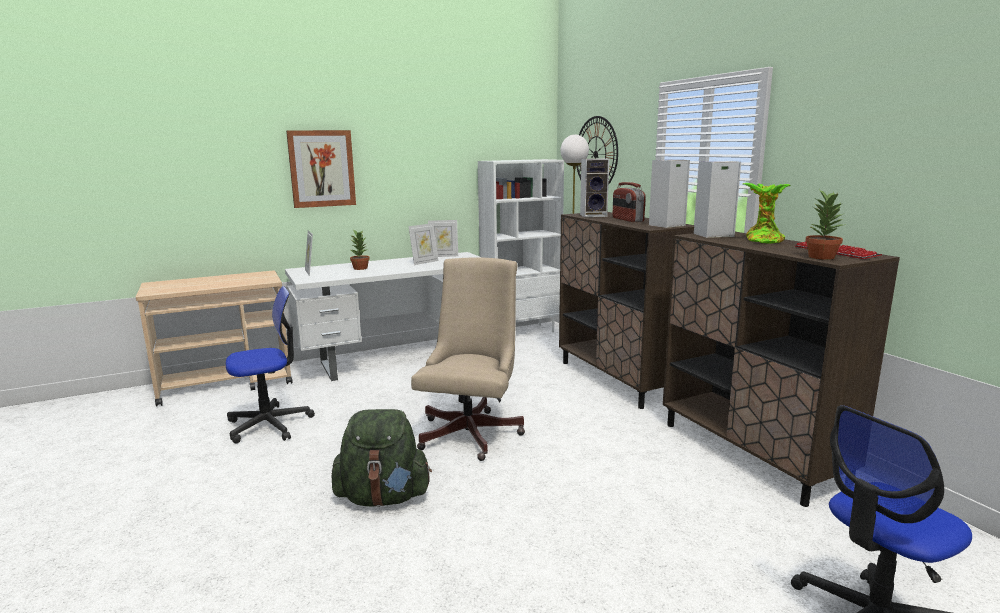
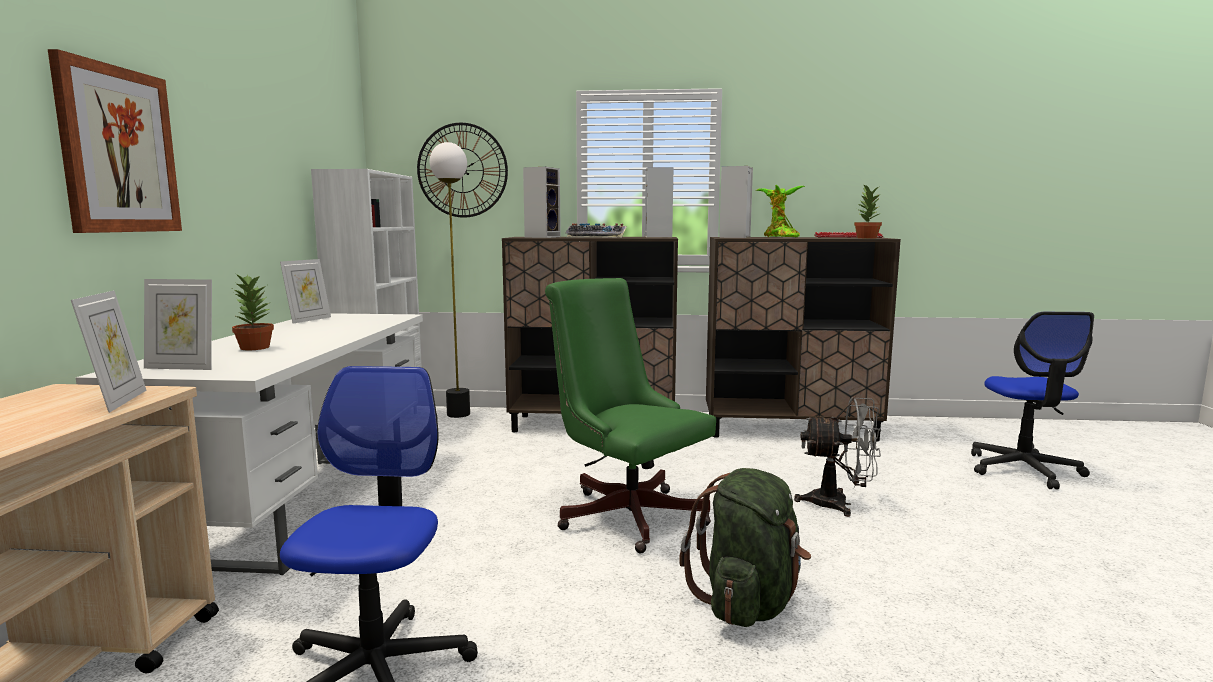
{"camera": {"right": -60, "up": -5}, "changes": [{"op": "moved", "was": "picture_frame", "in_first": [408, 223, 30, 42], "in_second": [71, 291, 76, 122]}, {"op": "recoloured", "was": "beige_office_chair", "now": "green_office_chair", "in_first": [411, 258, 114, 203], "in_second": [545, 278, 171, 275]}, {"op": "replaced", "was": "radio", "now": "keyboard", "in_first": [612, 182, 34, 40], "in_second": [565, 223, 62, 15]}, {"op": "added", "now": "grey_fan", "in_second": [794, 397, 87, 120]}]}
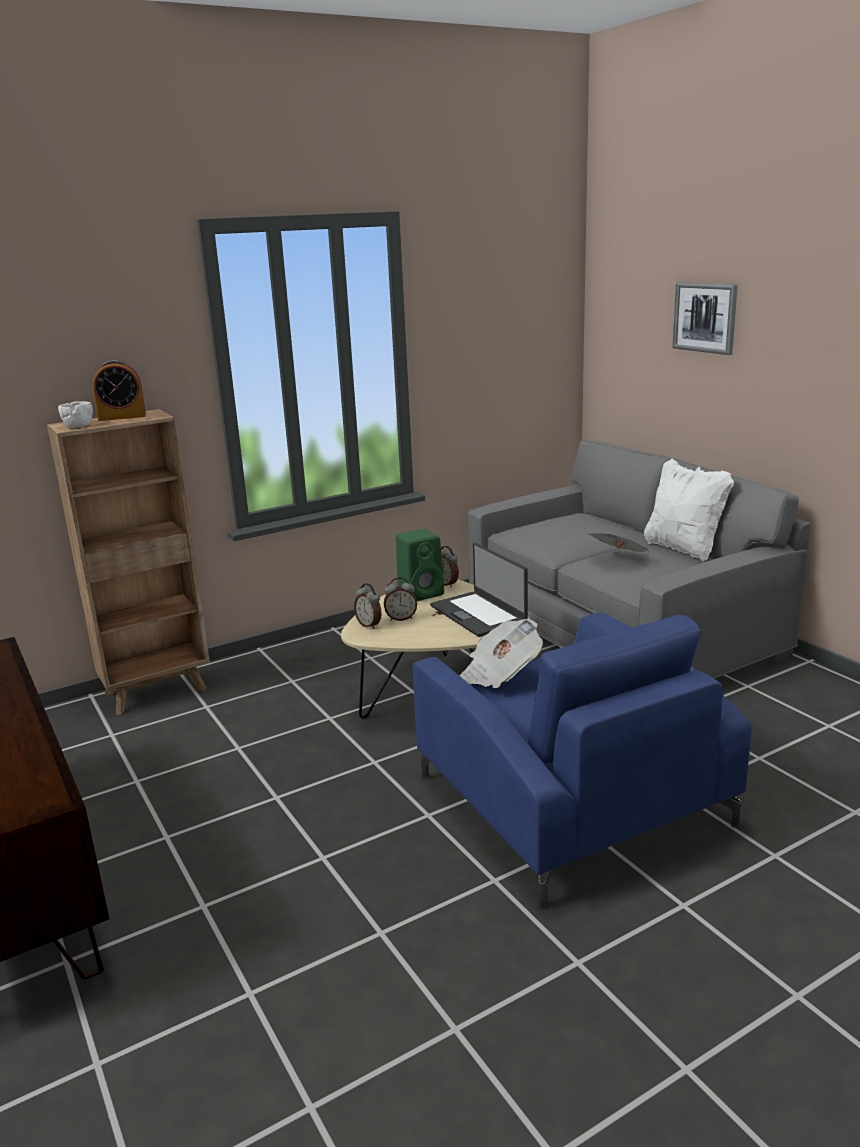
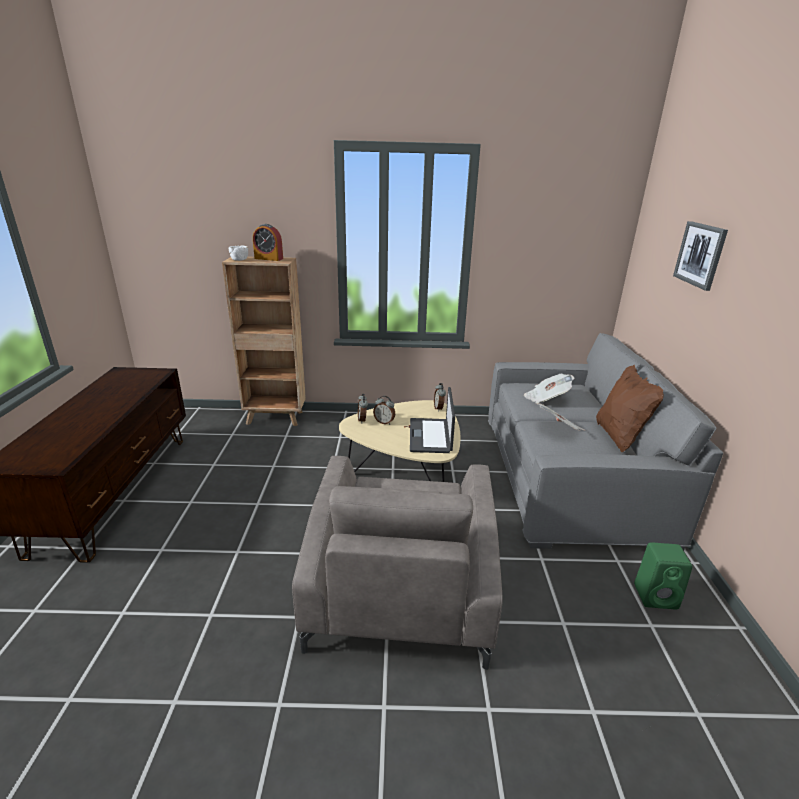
{"camera": {"right": 30, "up": 5}, "changes": [{"op": "recoloured", "was": "blue_armchair", "now": "grey_armchair", "in_first": [413, 612, 338, 297], "in_second": [292, 456, 211, 214]}, {"op": "moved", "was": "newspaper", "in_first": [460, 619, 83, 69], "in_second": [524, 373, 51, 31]}, {"op": "recoloured", "was": "white_pillow", "now": "brown_pillow", "in_first": [644, 459, 90, 102], "in_second": [596, 365, 68, 87]}, {"op": "moved", "was": "green_speaker", "in_first": [396, 529, 48, 72], "in_second": [634, 542, 58, 67]}]}
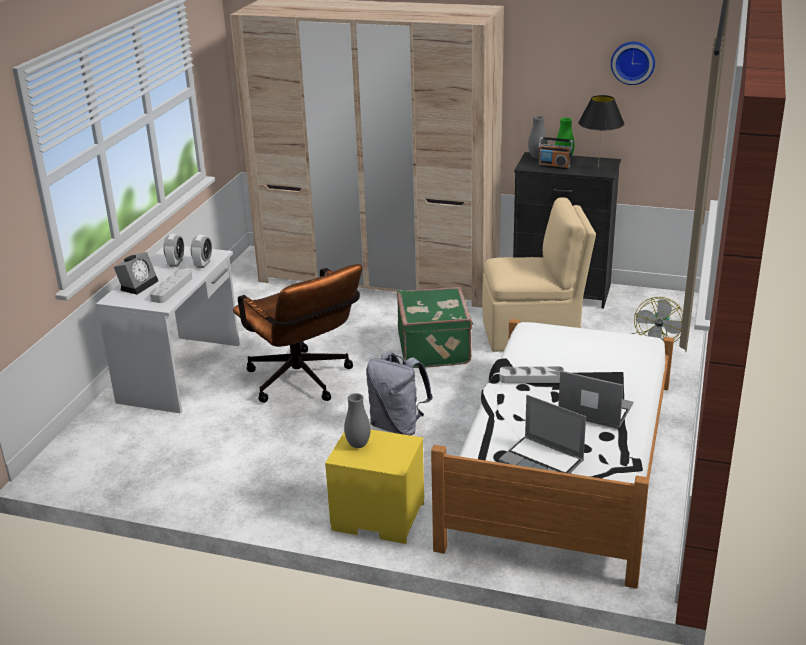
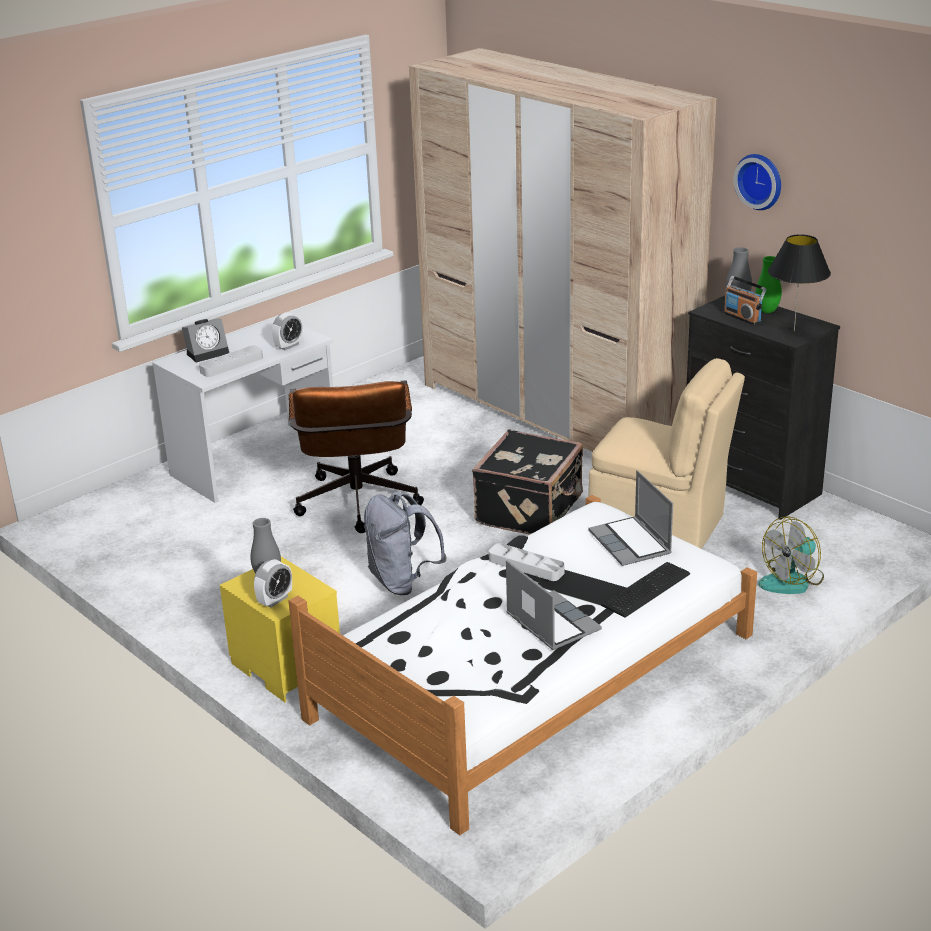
{"camera": {"right": 30, "up": 0}, "changes": [{"op": "moved", "was": "alarm_clock", "in_first": [163, 234, 21, 33], "in_second": [254, 559, 38, 48]}, {"op": "recoloured", "was": "green_suitcase", "now": "black_suitcase", "in_first": [397, 287, 76, 81], "in_second": [472, 429, 111, 105]}, {"op": "moved", "was": "laptop", "in_first": [499, 395, 87, 79], "in_second": [589, 470, 84, 96]}, {"op": "added", "now": "keyboard", "in_second": [601, 562, 89, 56]}, {"op": "moved", "was": "wall_clock", "in_first": [611, 42, 44, 43], "in_second": [734, 154, 47, 56]}]}
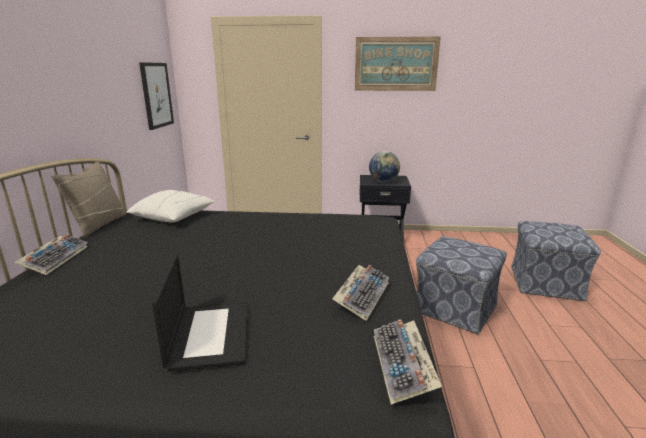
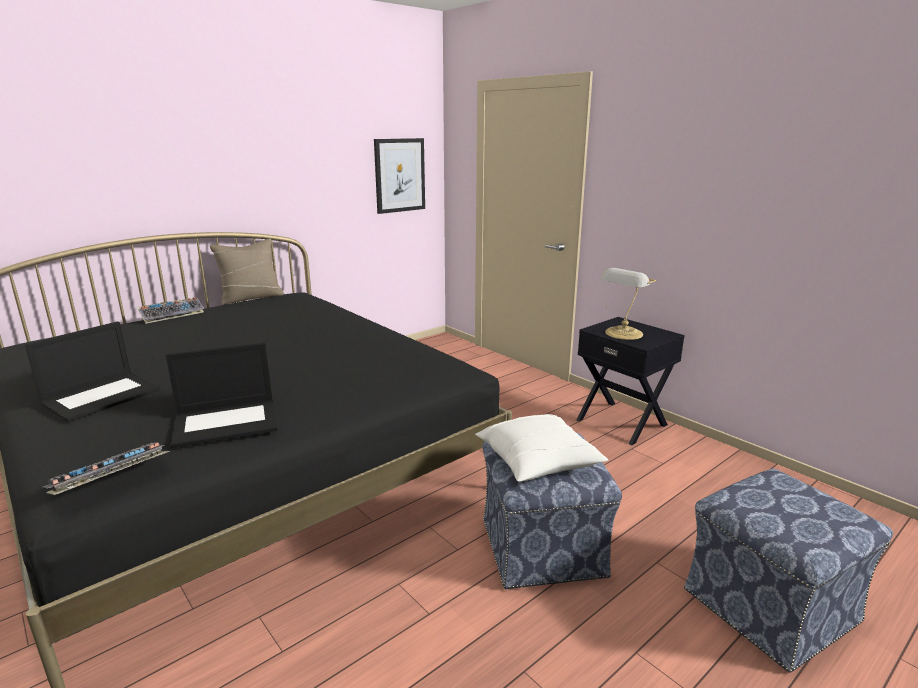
{"camera": {"right": 45, "up": 0}, "changes": [{"op": "replaced", "was": "keyboard", "now": "laptop", "in_first": [332, 265, 57, 56], "in_second": [166, 342, 112, 106]}, {"op": "moved", "was": "white_pillow", "in_first": [126, 190, 89, 33], "in_second": [475, 414, 133, 68]}, {"op": "replaced", "was": "globe", "now": "table_lamp", "in_first": [369, 151, 31, 32], "in_second": [600, 268, 56, 72]}, {"op": "removed", "was": "picture", "in_first": [355, 36, 86, 55]}]}
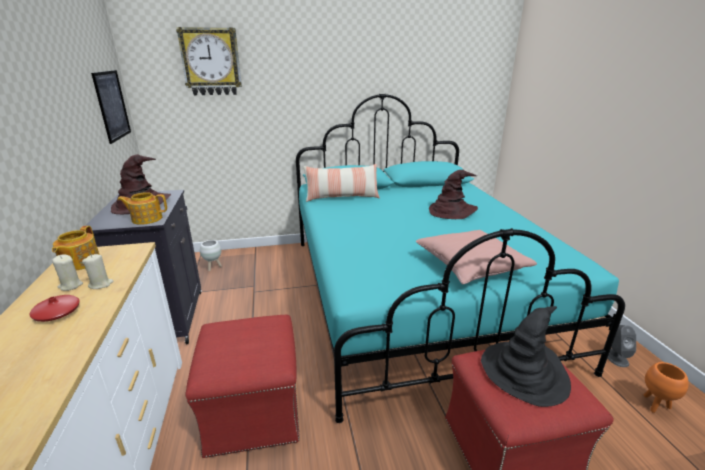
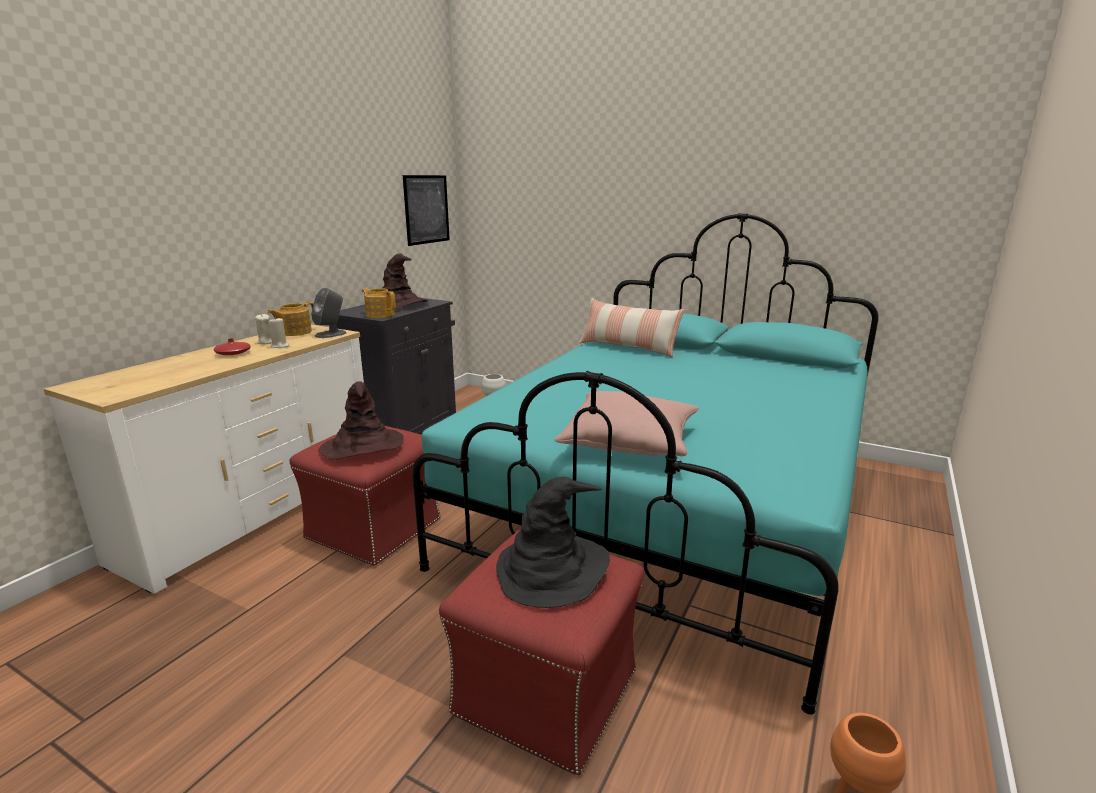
{"camera": {"right": 40, "up": -5}, "changes": [{"op": "moved", "was": "grey_speaker", "in_first": [608, 325, 28, 42], "in_second": [311, 288, 36, 50]}, {"op": "moved", "was": "brown_hat", "in_first": [429, 170, 49, 49], "in_second": [318, 381, 86, 79]}, {"op": "removed", "was": "wall_clock", "in_first": [176, 27, 66, 68]}]}
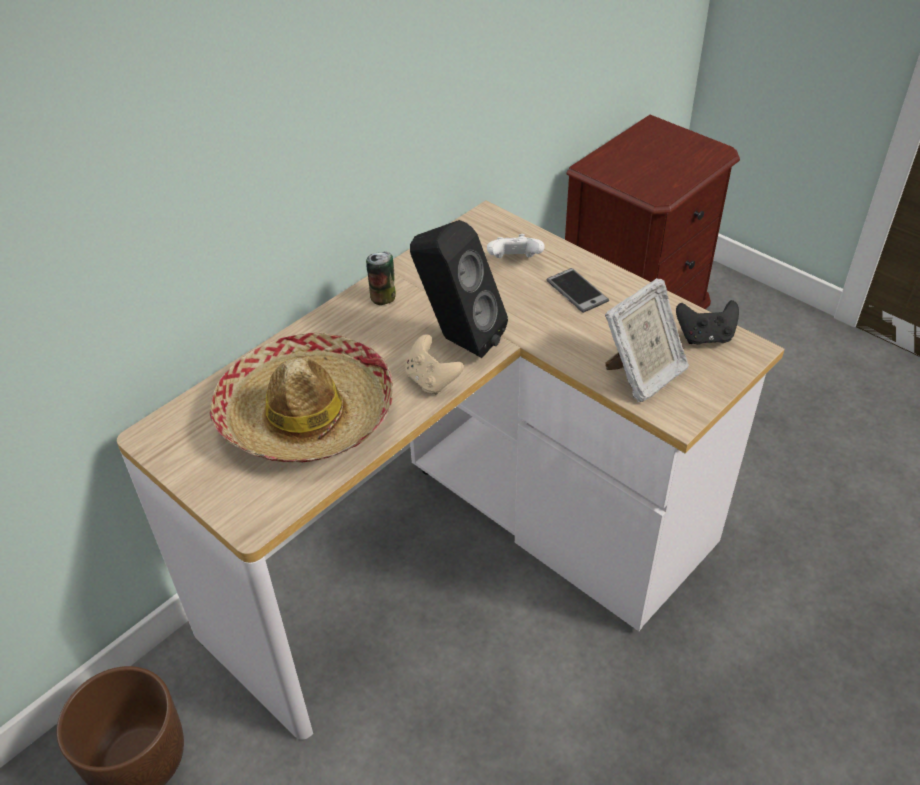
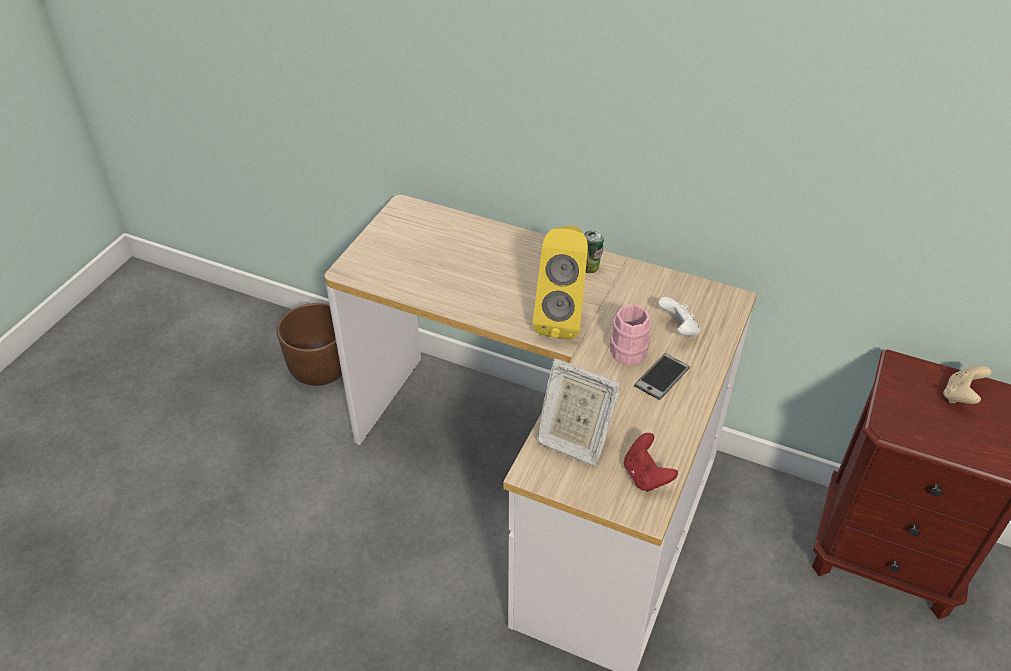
{"camera": {"right": 70, "up": 0}, "changes": [{"op": "recoloured", "was": "black_speaker", "now": "yellow_speaker", "in_first": [410, 220, 98, 138], "in_second": [533, 225, 55, 115]}, {"op": "added", "now": "pink_mug", "in_second": [610, 304, 41, 62]}, {"op": "recoloured", "was": "black_game_controller", "now": "red_game_controller", "in_first": [676, 300, 63, 45], "in_second": [624, 433, 54, 59]}, {"op": "moved", "was": "beige_game_controller", "in_first": [405, 334, 59, 61], "in_second": [943, 366, 49, 38]}, {"op": "removed", "was": "hat", "in_first": [210, 333, 183, 130]}]}
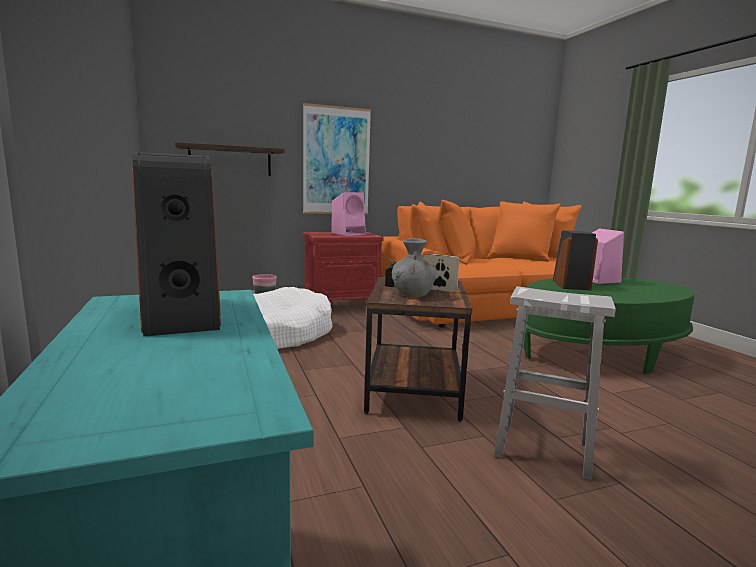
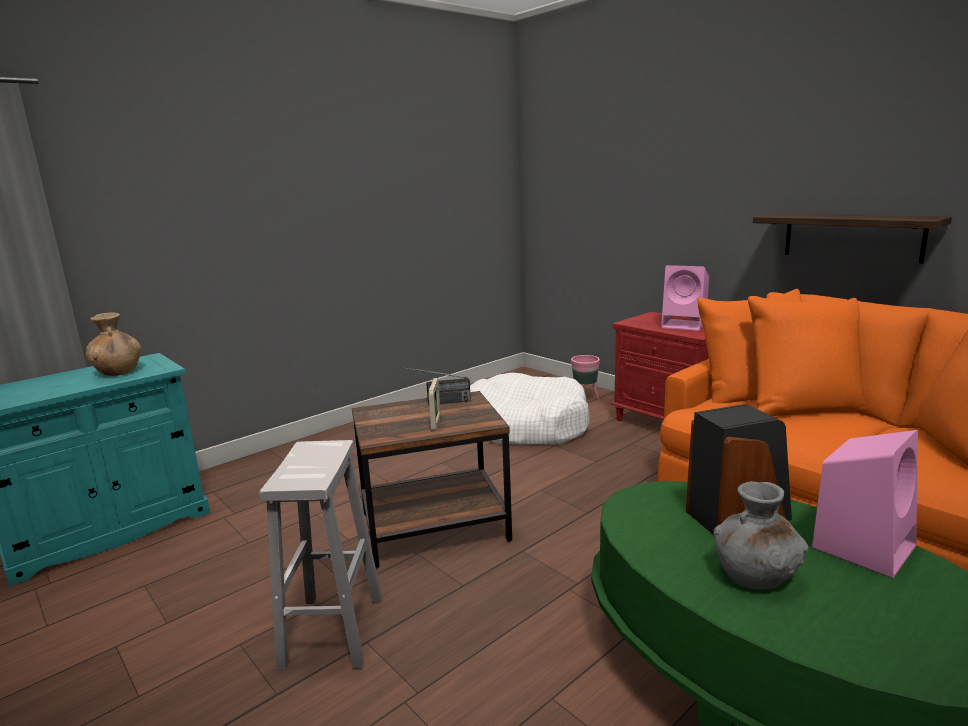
{"camera": {"right": 70, "up": 5}, "changes": [{"op": "replaced", "was": "speaker", "now": "brown_vase", "in_first": [132, 152, 89, 185], "in_second": [86, 313, 55, 63]}, {"op": "moved", "was": "grey_vase", "in_first": [392, 238, 44, 59], "in_second": [713, 481, 95, 109]}, {"op": "moved", "was": "shelf", "in_first": [175, 142, 110, 34], "in_second": [753, 213, 199, 51]}, {"op": "removed", "was": "picture", "in_first": [303, 103, 68, 111]}]}
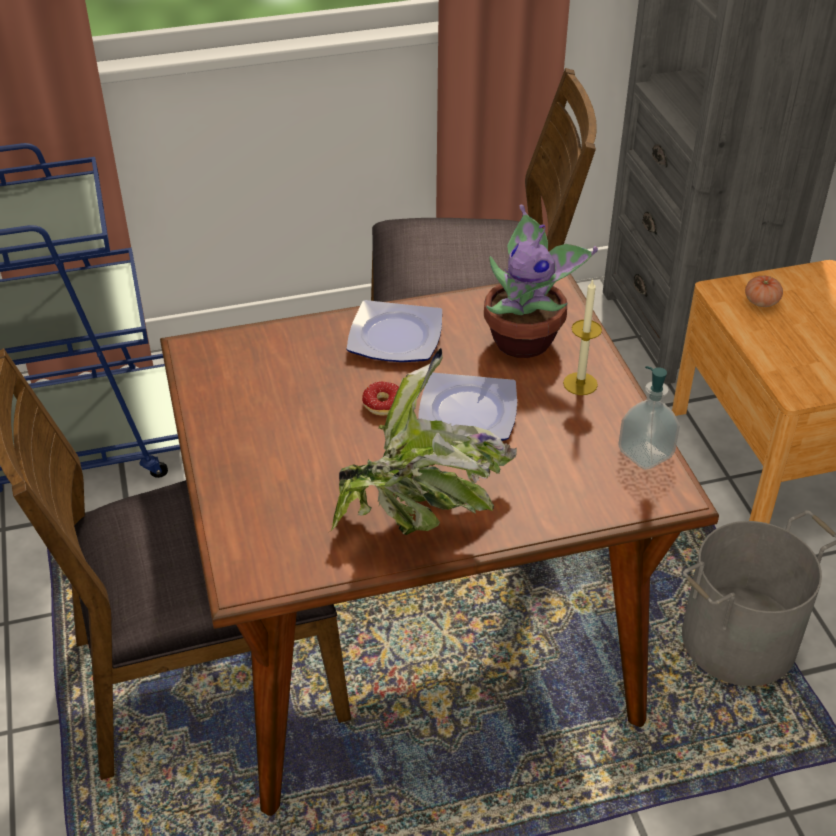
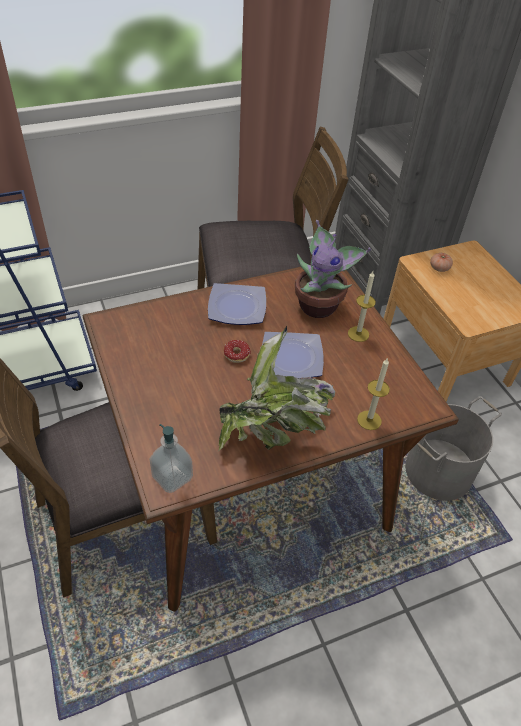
{"camera": {"right": -10, "up": 5}, "changes": [{"op": "moved", "was": "soap_dispenser", "in_first": [619, 366, 61, 104], "in_second": [149, 424, 44, 69]}, {"op": "added", "now": "candle", "in_second": [357, 359, 33, 71]}]}
